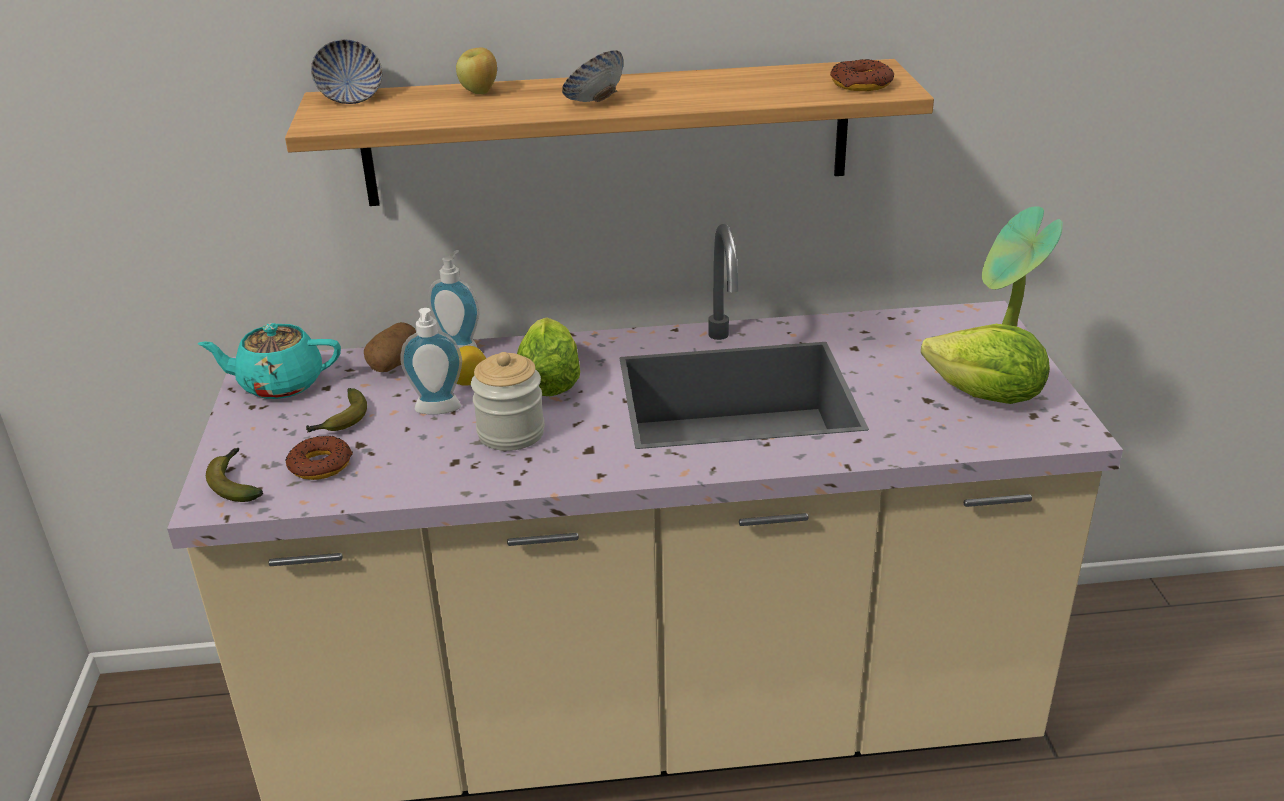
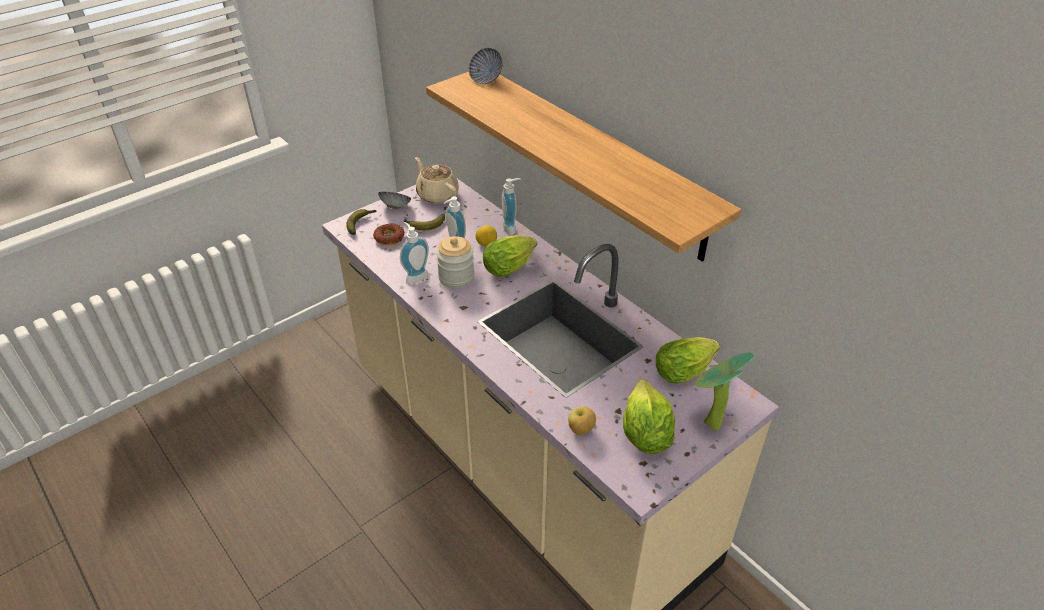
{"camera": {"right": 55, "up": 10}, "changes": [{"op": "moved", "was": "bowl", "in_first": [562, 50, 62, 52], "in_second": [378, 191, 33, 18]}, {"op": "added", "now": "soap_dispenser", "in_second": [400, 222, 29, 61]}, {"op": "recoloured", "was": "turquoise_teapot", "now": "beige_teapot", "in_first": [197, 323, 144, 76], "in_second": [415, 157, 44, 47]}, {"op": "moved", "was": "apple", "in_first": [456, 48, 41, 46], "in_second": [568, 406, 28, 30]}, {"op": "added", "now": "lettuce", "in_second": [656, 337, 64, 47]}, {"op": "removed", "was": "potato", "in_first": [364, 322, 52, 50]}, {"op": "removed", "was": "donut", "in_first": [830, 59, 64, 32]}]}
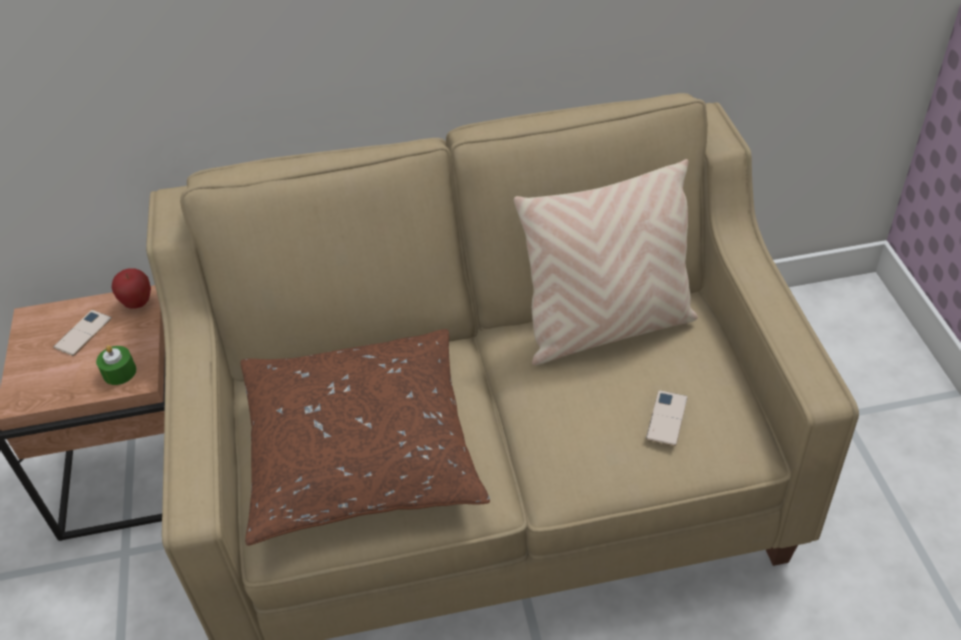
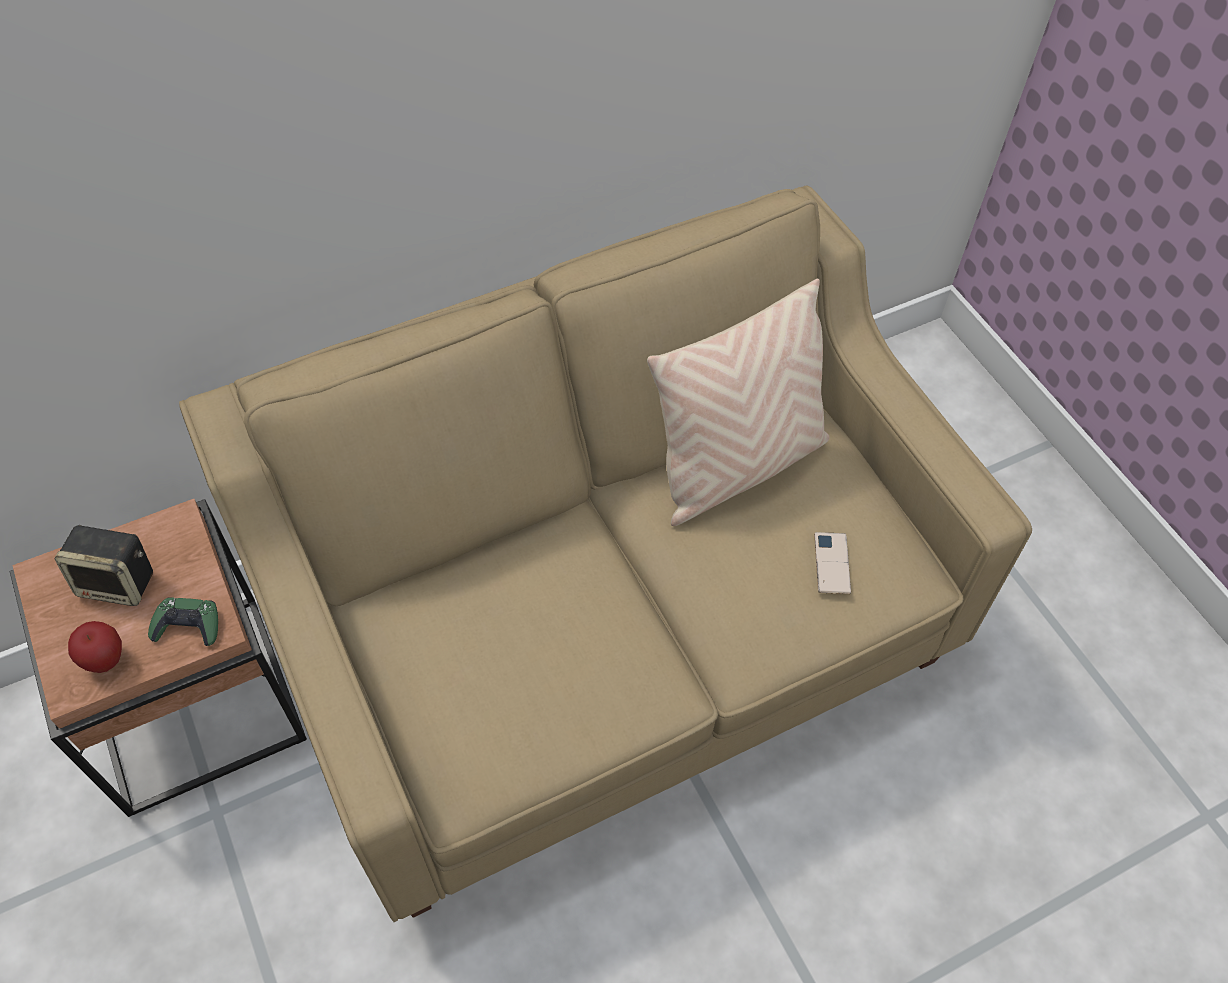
{"camera": {"right": -20, "up": 10}, "changes": [{"op": "replaced", "was": "phone", "now": "speaker", "in_first": [53, 310, 59, 46], "in_second": [54, 525, 99, 81]}, {"op": "moved", "was": "apple", "in_first": [112, 268, 39, 41], "in_second": [68, 621, 54, 52]}, {"op": "replaced", "was": "green_candle", "now": "green_game_controller", "in_first": [96, 345, 41, 40], "in_second": [148, 597, 70, 49]}, {"op": "removed", "was": "brown_pillow", "in_first": [240, 329, 250, 217]}]}
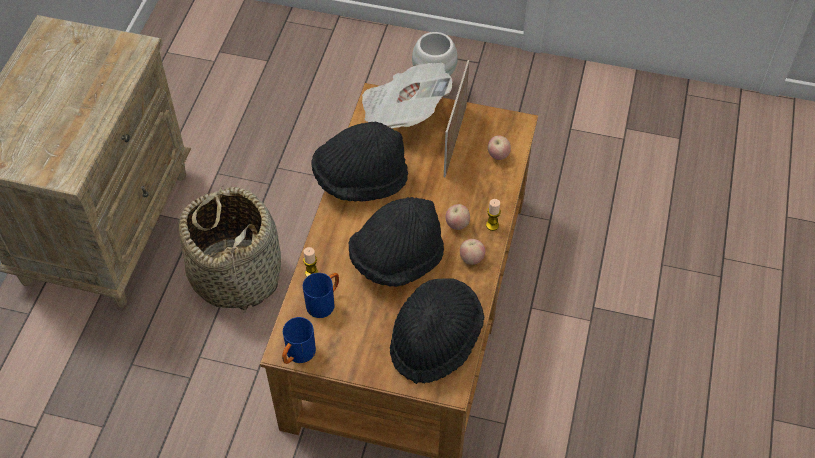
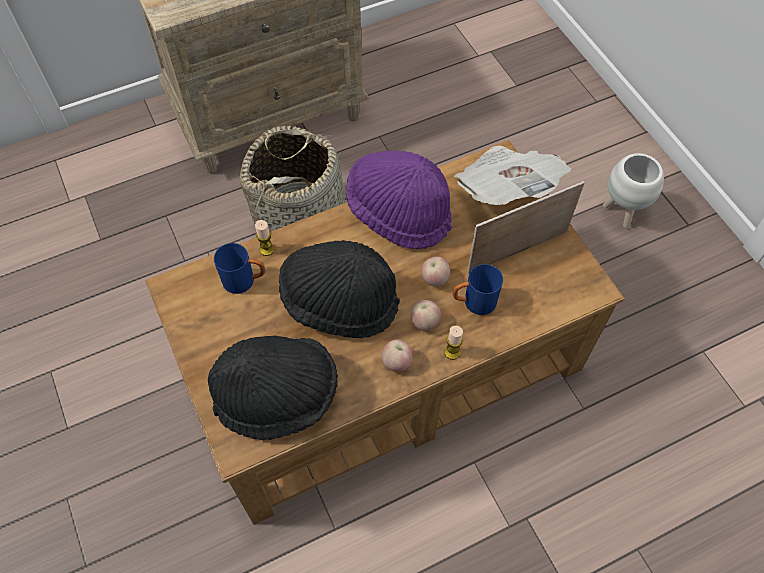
{"camera": {"right": 50, "up": 5}, "changes": [{"op": "recoloured", "was": "black_hat", "now": "purple_hat", "in_first": [311, 122, 97, 80], "in_second": [346, 150, 106, 99]}, {"op": "moved", "was": "apple", "in_first": [488, 135, 23, 25], "in_second": [421, 257, 29, 30]}, {"op": "moved", "was": "blue_mug", "in_first": [282, 317, 34, 47], "in_second": [453, 264, 50, 51]}]}
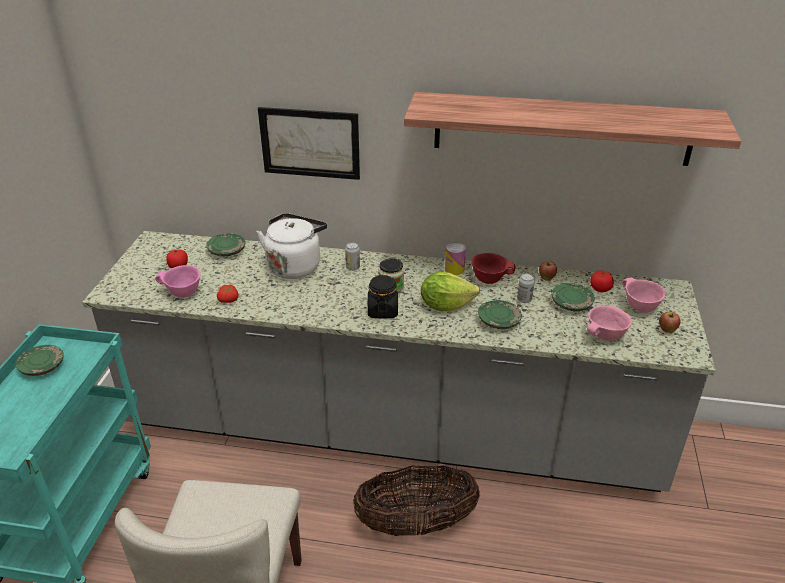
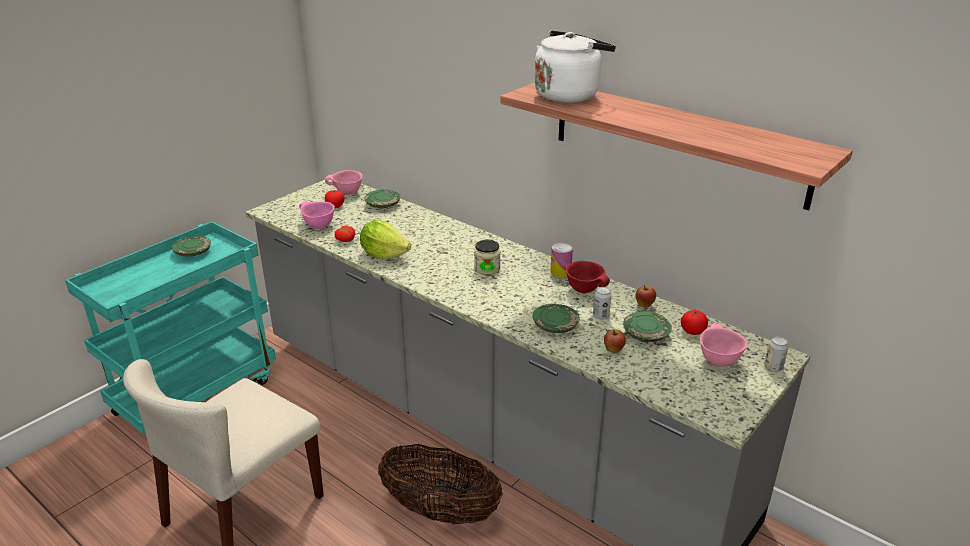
{"camera": {"right": 30, "up": -5}, "changes": [{"op": "moved", "was": "pink_bowl", "in_first": [587, 305, 45, 36], "in_second": [325, 170, 38, 25]}, {"op": "moved", "was": "lettuce", "in_first": [421, 272, 59, 39], "in_second": [360, 220, 51, 39]}, {"op": "moved", "was": "white_kettle", "in_first": [257, 213, 70, 66], "in_second": [534, 30, 82, 73]}, {"op": "moved", "was": "apple", "in_first": [659, 312, 22, 21], "in_second": [604, 329, 22, 24]}, {"op": "moved", "was": "can", "in_first": [345, 242, 15, 29], "in_second": [764, 336, 25, 36]}, {"op": "removed", "was": "picture", "in_first": [258, 107, 102, 73]}, {"op": "removed", "was": "black_jar", "in_first": [368, 275, 30, 43]}]}
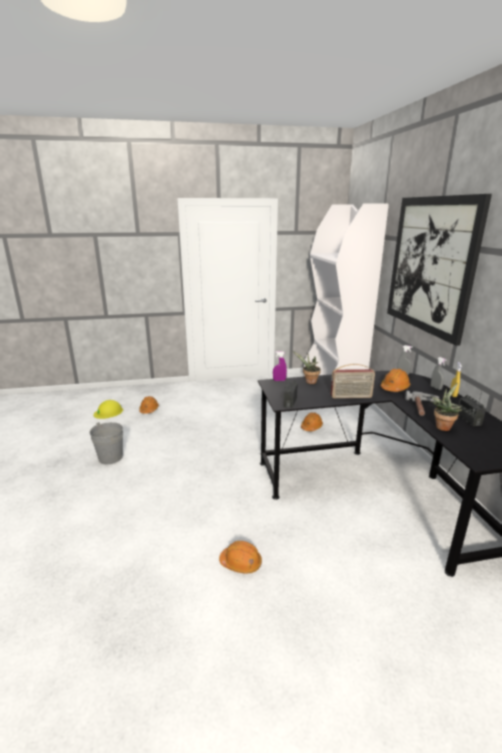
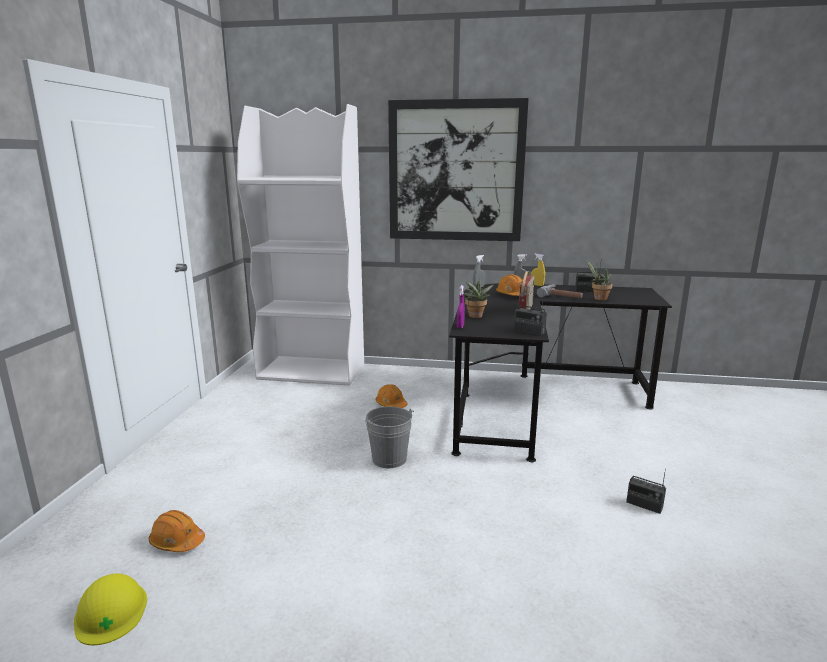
{"camera": {"right": -70, "up": -5}, "changes": [{"op": "moved", "was": "grey_bucket", "in_first": [89, 422, 34, 42], "in_second": [365, 407, 49, 61]}, {"op": "replaced", "was": "orange_hard_hat", "now": "radio", "in_first": [219, 541, 43, 33], "in_second": [626, 469, 40, 45]}]}
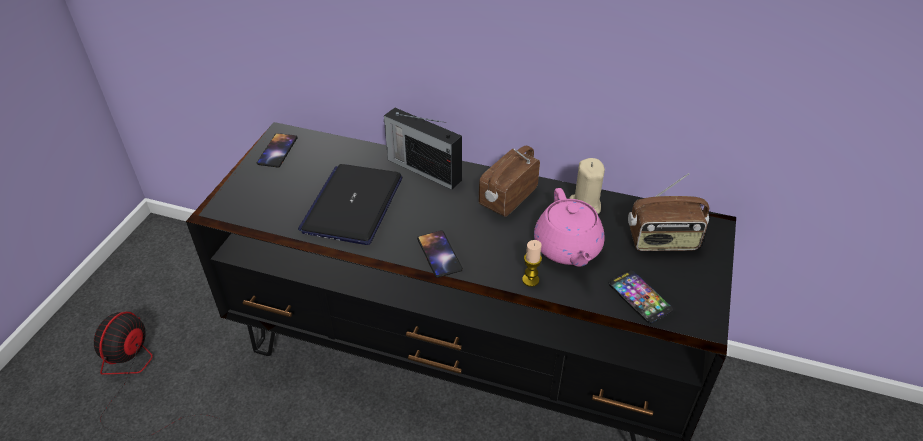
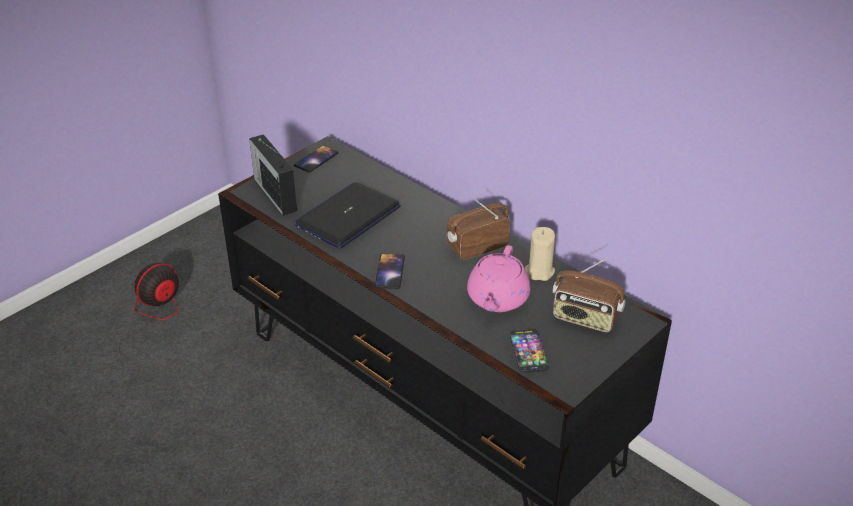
{"camera": {"right": 25, "up": -5}, "changes": [{"op": "moved", "was": "radio", "in_first": [384, 108, 78, 82], "in_second": [249, 134, 48, 82]}, {"op": "removed", "was": "candle", "in_first": [522, 240, 20, 47]}]}
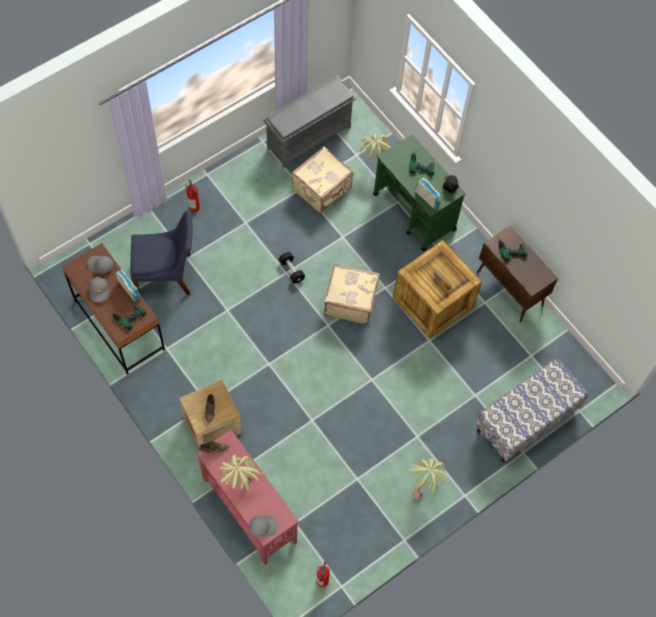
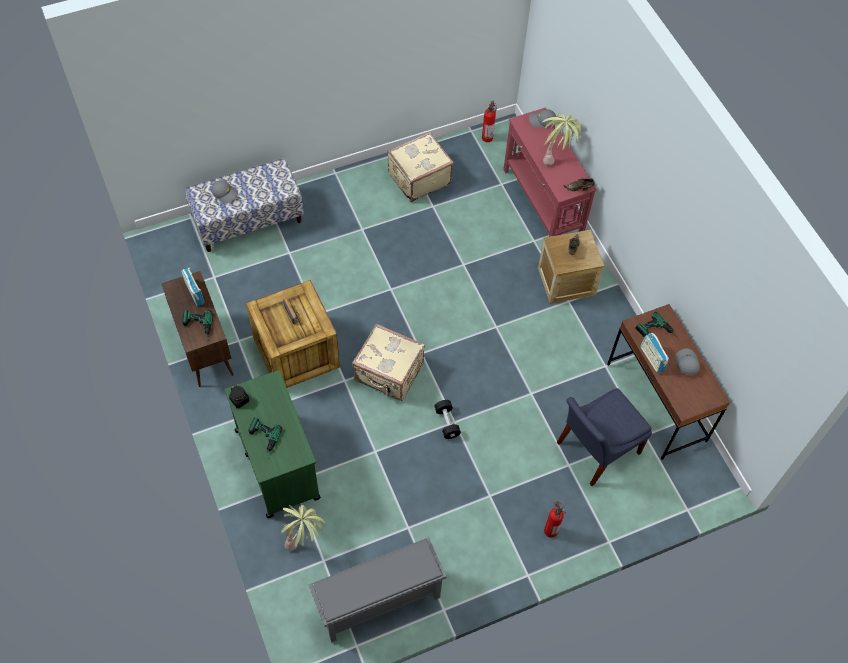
{"camera": {"right": -165, "up": -5}, "changes": [{"op": "moved", "was": "radio", "in_first": [415, 178, 26, 31], "in_second": [181, 268, 23, 38]}, {"op": "moved", "was": "grey_cap", "in_first": [87, 256, 26, 18], "in_second": [211, 180, 27, 24]}, {"op": "moved", "was": "beige_suitcase", "in_first": [292, 147, 61, 66], "in_second": [388, 132, 66, 70]}, {"op": "turned", "was": "blue_chair", "in_first": [130, 210, 62, 85], "in_second": [557, 388, 95, 98], "clockwise": -45}, {"op": "removed", "was": "potted_plant", "in_first": [407, 459, 40, 41]}]}
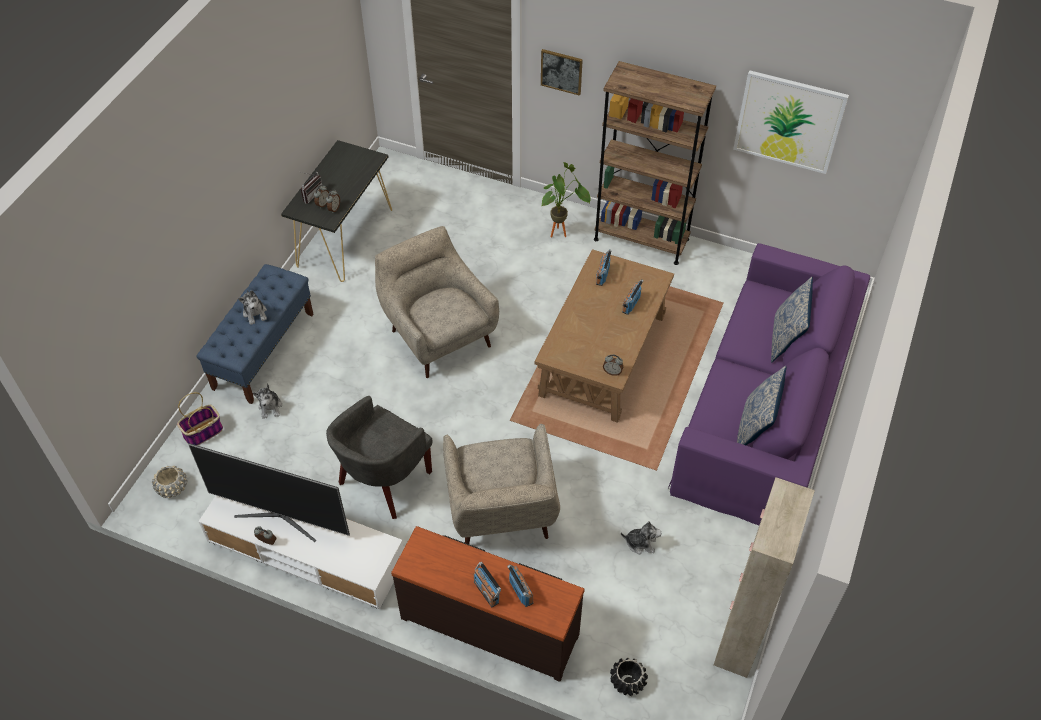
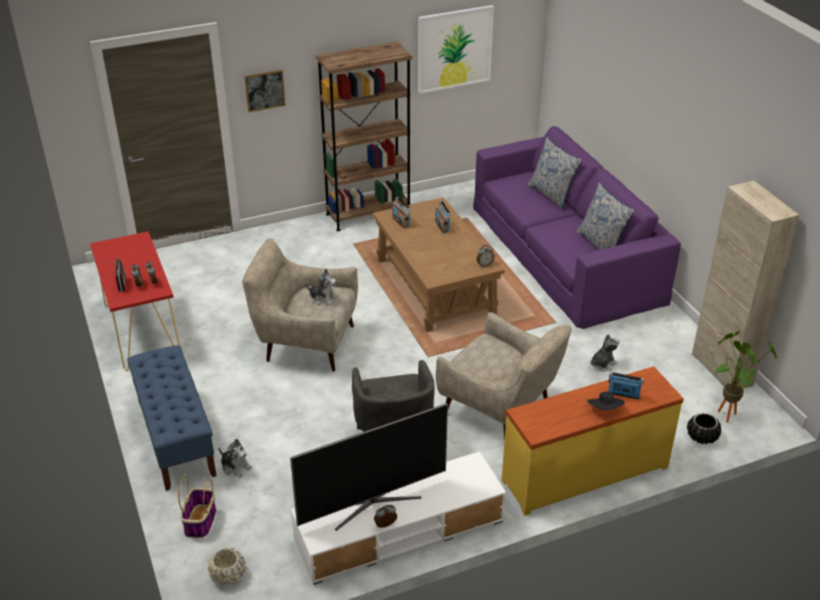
{"camera": {"right": -45, "up": -15}, "changes": [{"op": "recoloured", "was": "black_console_table", "now": "red_console_table", "in_first": [281, 140, 111, 142], "in_second": [90, 231, 90, 140]}, {"op": "moved", "was": "plush_toy", "in_first": [238, 290, 29, 35], "in_second": [305, 269, 33, 37]}, {"op": "recoloured", "was": "brown_dresser", "now": "yellow_dresser", "in_first": [391, 526, 194, 156], "in_second": [502, 366, 182, 150]}, {"op": "replaced", "was": "radio", "now": "black_hat", "in_first": [474, 562, 27, 45], "in_second": [587, 392, 38, 19]}, {"op": "moved", "was": "potted_plant", "in_first": [541, 162, 50, 75], "in_second": [713, 331, 65, 92]}]}
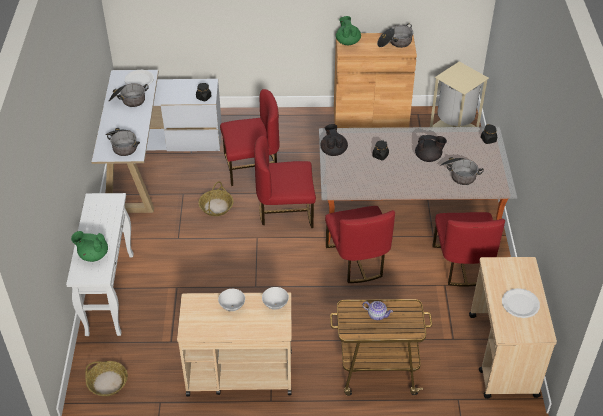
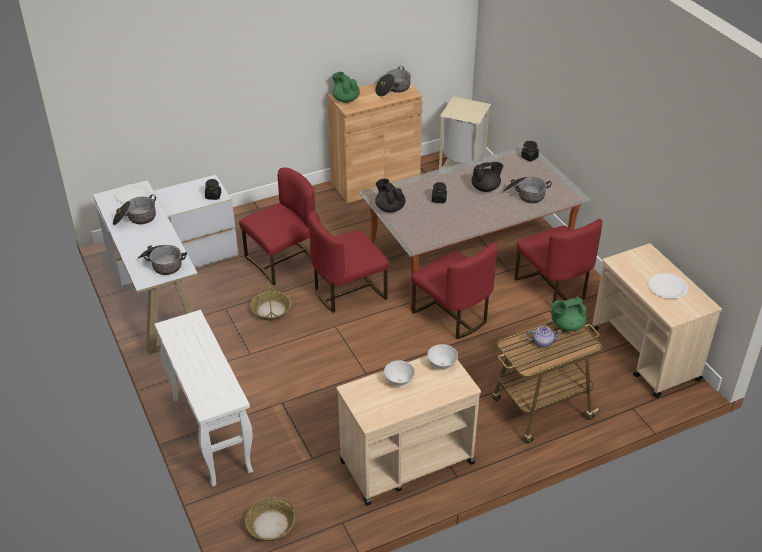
{"camera": {"right": -25, "up": -5}, "changes": [{"op": "moved", "was": "green_teapot", "in_first": [71, 231, 37, 31], "in_second": [551, 296, 36, 35]}]}
